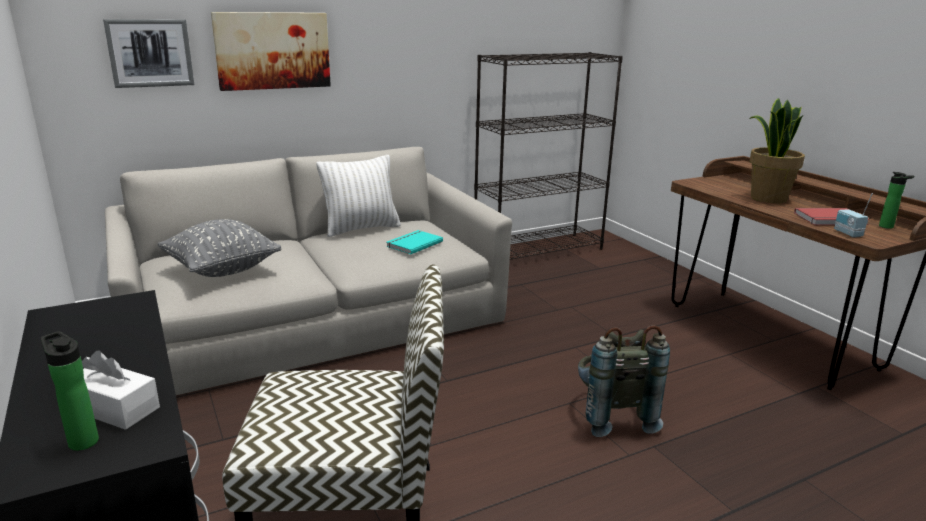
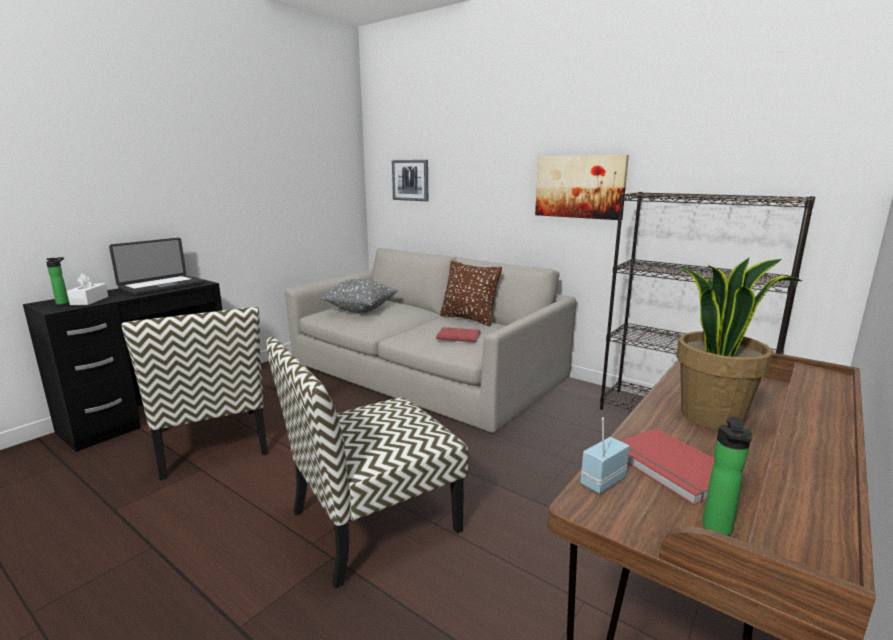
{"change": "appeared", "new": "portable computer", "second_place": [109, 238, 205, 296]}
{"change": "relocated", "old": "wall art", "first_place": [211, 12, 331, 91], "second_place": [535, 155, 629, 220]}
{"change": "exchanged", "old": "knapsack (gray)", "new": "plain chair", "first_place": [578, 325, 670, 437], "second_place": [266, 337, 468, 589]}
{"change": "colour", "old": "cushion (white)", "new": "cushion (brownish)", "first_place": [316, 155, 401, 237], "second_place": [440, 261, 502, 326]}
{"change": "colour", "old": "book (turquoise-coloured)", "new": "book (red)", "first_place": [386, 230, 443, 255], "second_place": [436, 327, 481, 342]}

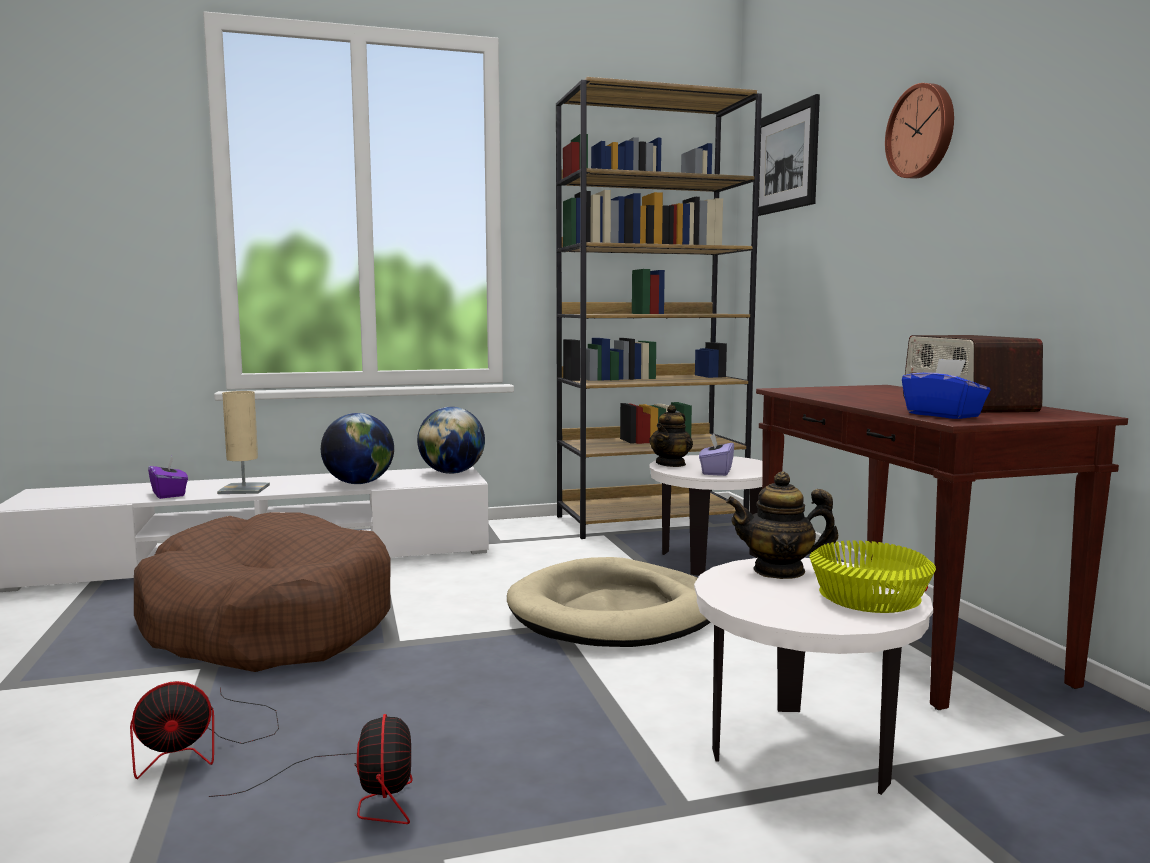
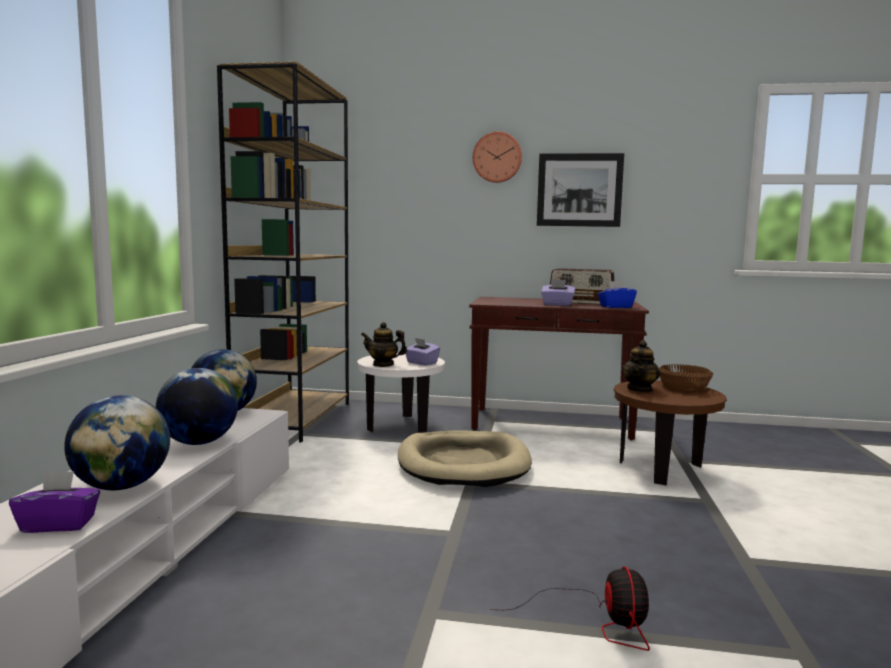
{"change": "missing", "old": "dog cushion (brownish)", "first_place": [134, 512, 391, 672]}
{"change": "missing", "old": "electric fan", "first_place": [209, 714, 413, 824]}
{"change": "appeared", "new": "tissue holder (purple-coloured)", "second_place": [541, 279, 575, 306]}
{"change": "relocated", "old": "wall art", "first_place": [758, 94, 820, 216], "second_place": [537, 153, 624, 227]}
{"change": "exchanged", "old": "lamp for a table (beige)", "new": "desk globe", "first_place": [217, 391, 270, 494], "second_place": [64, 395, 170, 490]}
{"change": "colour", "old": "side table (white)", "new": "side table (brownish)", "first_place": [694, 558, 933, 795], "second_place": [614, 380, 727, 485]}
{"change": "colour", "old": "bowl (yellow)", "new": "bowl (brownish)", "first_place": [809, 540, 936, 613], "second_place": [659, 364, 713, 392]}
{"change": "spun", "old": "teapot", "first_place": [649, 405, 693, 467], "second_place": [361, 322, 407, 367], "degrees": 135}

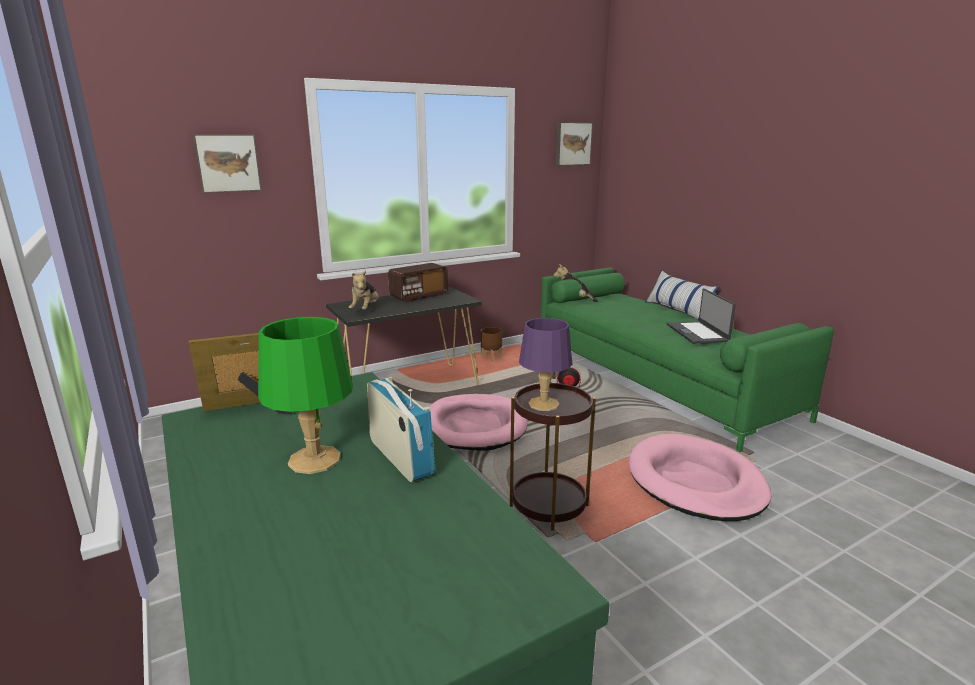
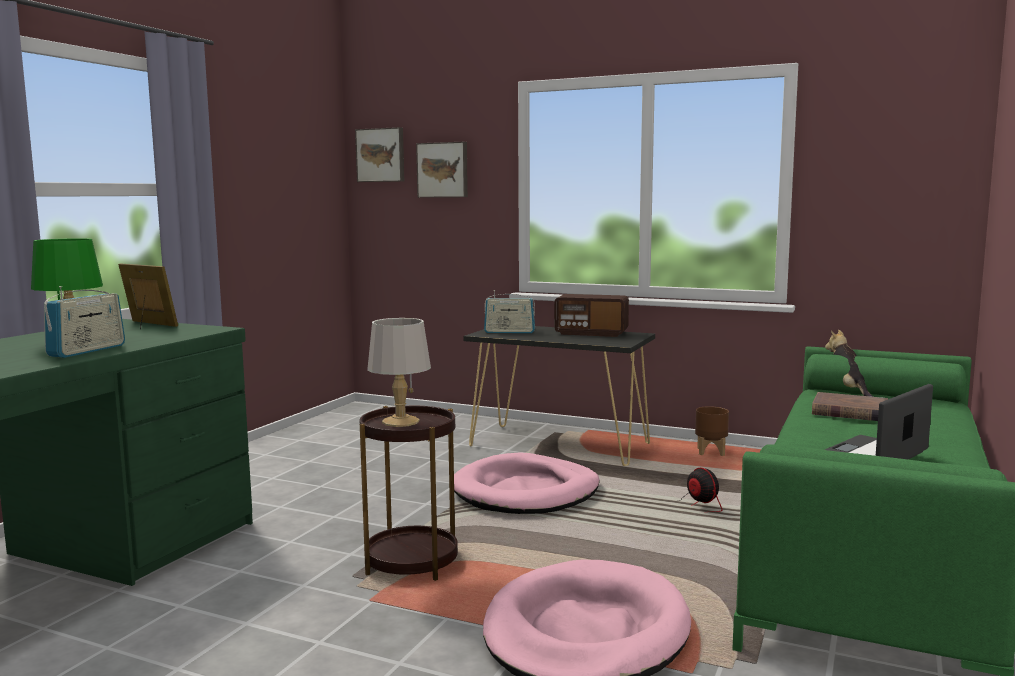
{"change": "missing", "old": "cushion", "first_place": [645, 270, 719, 320]}
{"change": "appeared", "new": "book (brownish)", "second_place": [812, 392, 888, 421]}
{"change": "relocated", "old": "wall art", "first_place": [556, 122, 593, 166], "second_place": [355, 127, 404, 182]}
{"change": "exchanged", "old": "plush toy", "new": "radio", "first_place": [349, 270, 379, 310], "second_place": [484, 290, 535, 333]}
{"change": "colour", "old": "lamp for a table (purple-coloured)", "new": "lamp for a table (gray)", "first_place": [519, 318, 573, 411], "second_place": [367, 318, 431, 427]}

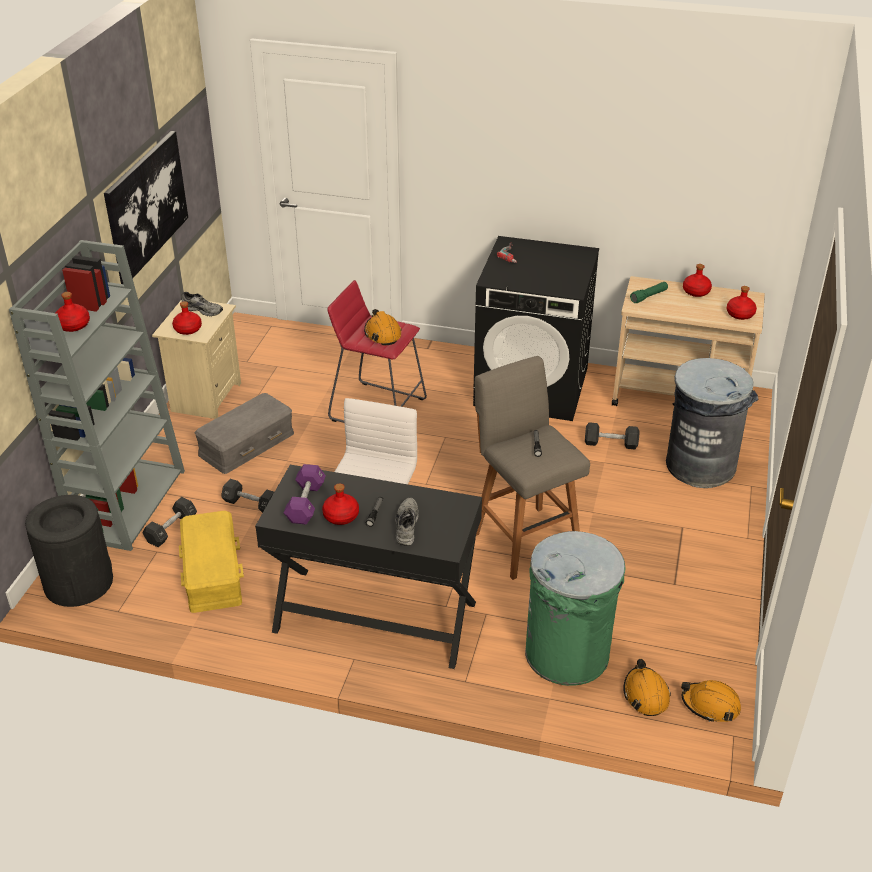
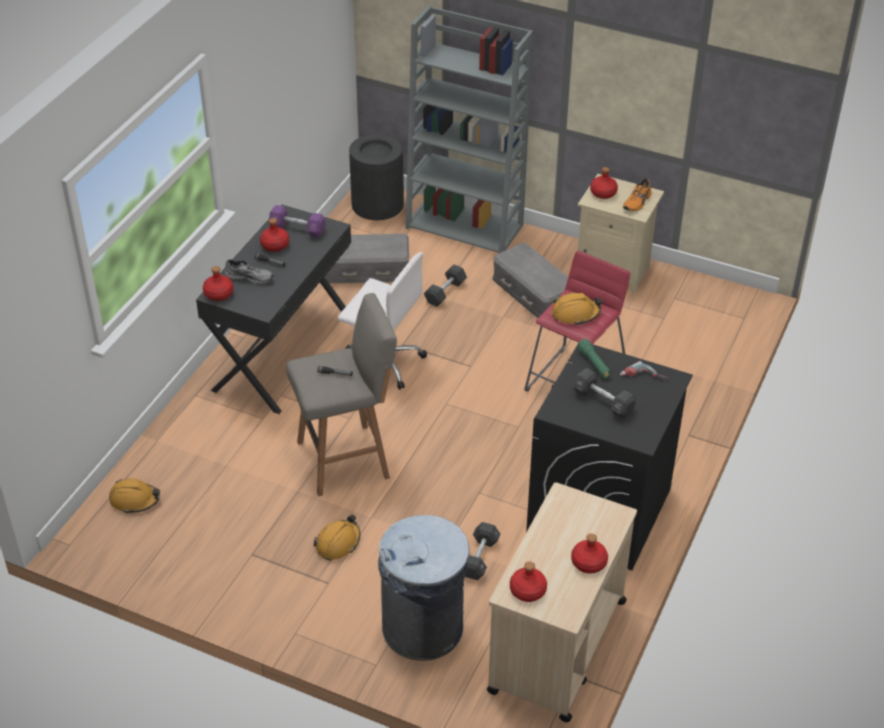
{"change": "missing", "old": "wall art", "first_place": [104, 131, 188, 284]}
{"change": "missing", "old": "waste bin (greenish)", "first_place": [525, 531, 625, 686]}
{"change": "relocated", "old": "drink bottle (red)", "first_place": [55, 292, 90, 332], "second_place": [203, 266, 234, 301]}
{"change": "relocated", "old": "dumbbell (black)", "first_place": [143, 497, 197, 548], "second_place": [573, 368, 636, 419]}
{"change": "relocated", "old": "torch (greenish)", "first_place": [630, 282, 668, 303], "second_place": [577, 339, 611, 378]}
{"change": "relocated", "old": "safety helmet (orange)", "first_place": [681, 680, 741, 722], "second_place": [314, 514, 360, 560]}
{"change": "colour", "old": "storage box (yellow)", "new": "storage box (gray)", "first_place": [179, 511, 244, 613], "second_place": [324, 234, 409, 283]}
{"change": "colour", "old": "low shoe (gray)", "new": "low shoe (orange)", "first_place": [182, 292, 223, 316], "second_place": [623, 178, 652, 211]}

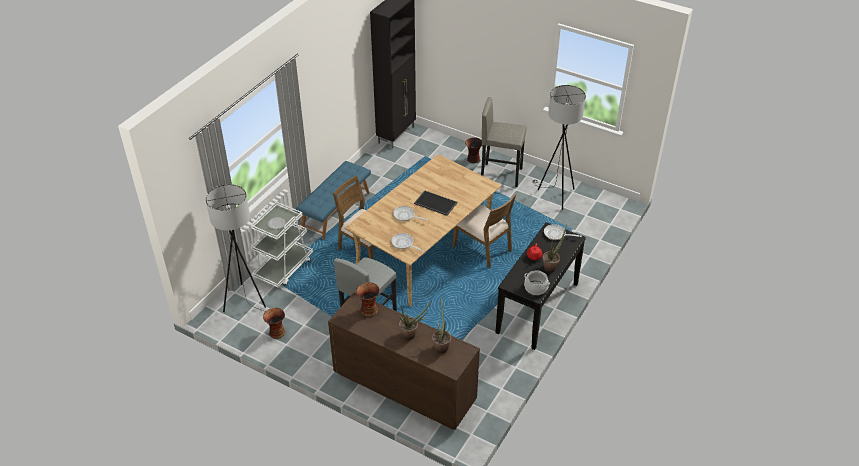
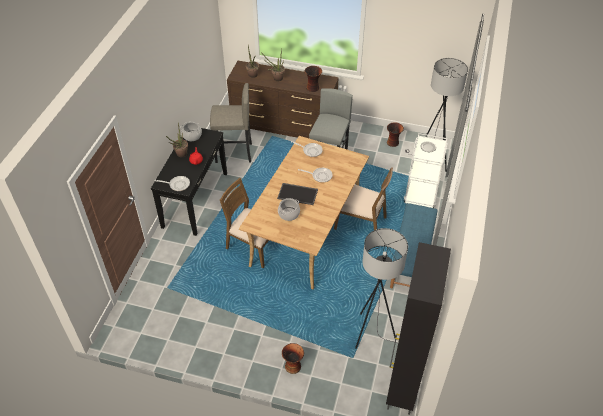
{"change": "appeared", "new": "cooking pot", "second_place": [278, 198, 300, 221]}
{"change": "relocated", "old": "sitting stool (gray)", "first_place": [481, 97, 526, 187], "second_place": [210, 83, 252, 163]}
{"change": "relocated", "old": "standing lamp (gray)", "first_place": [532, 85, 586, 210], "second_place": [355, 228, 408, 349]}

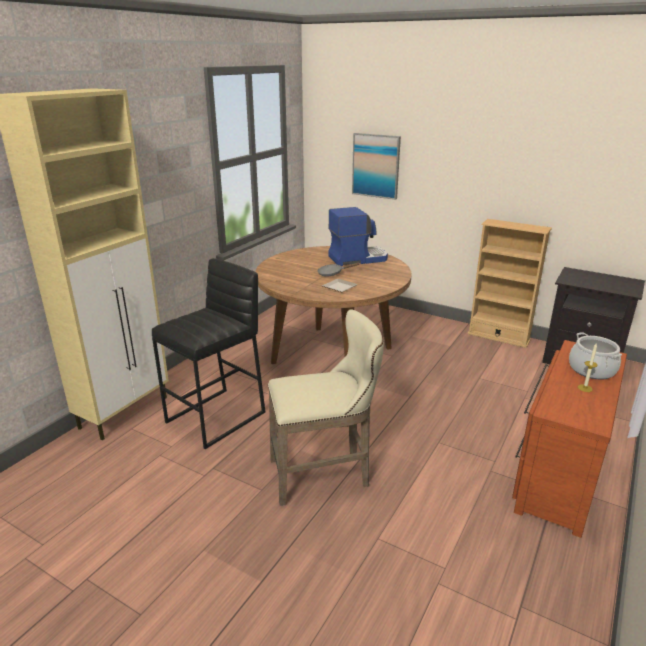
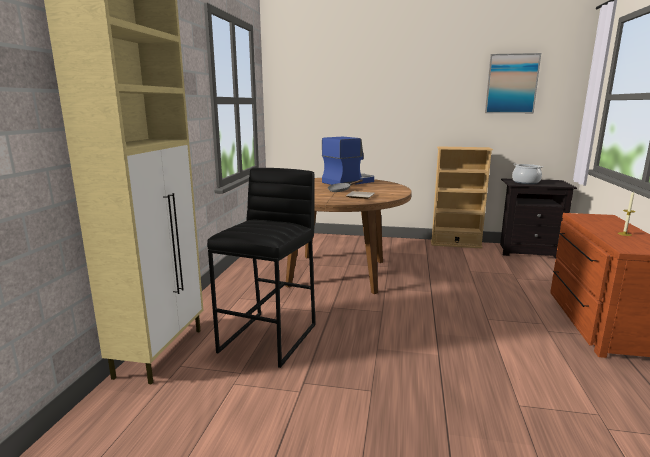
{"change": "missing", "old": "sitting stool (beige)", "first_place": [268, 309, 384, 506]}
{"change": "relocated", "old": "wall art", "first_place": [352, 133, 401, 200], "second_place": [485, 53, 541, 113]}
{"change": "relocated", "old": "cooking pot", "first_place": [569, 332, 622, 380], "second_place": [512, 163, 544, 184]}

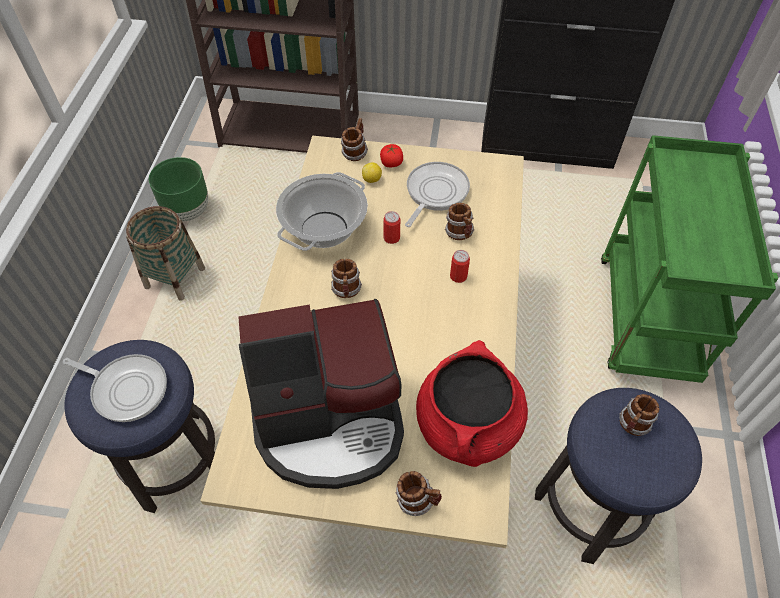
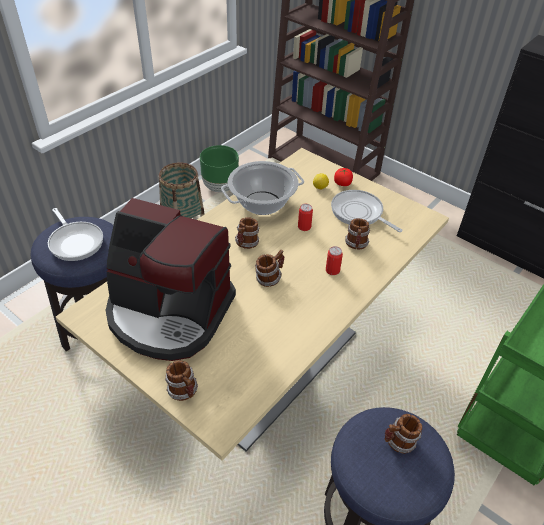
{"change": "missing", "old": "cooking pot (red)", "first_place": [416, 340, 528, 467]}
{"change": "relocated", "old": "mug", "first_place": [341, 118, 368, 161], "second_place": [255, 250, 284, 287]}
{"change": "spun", "old": "skillet", "first_place": [405, 162, 470, 227], "second_place": [331, 190, 402, 232], "degrees": -105}

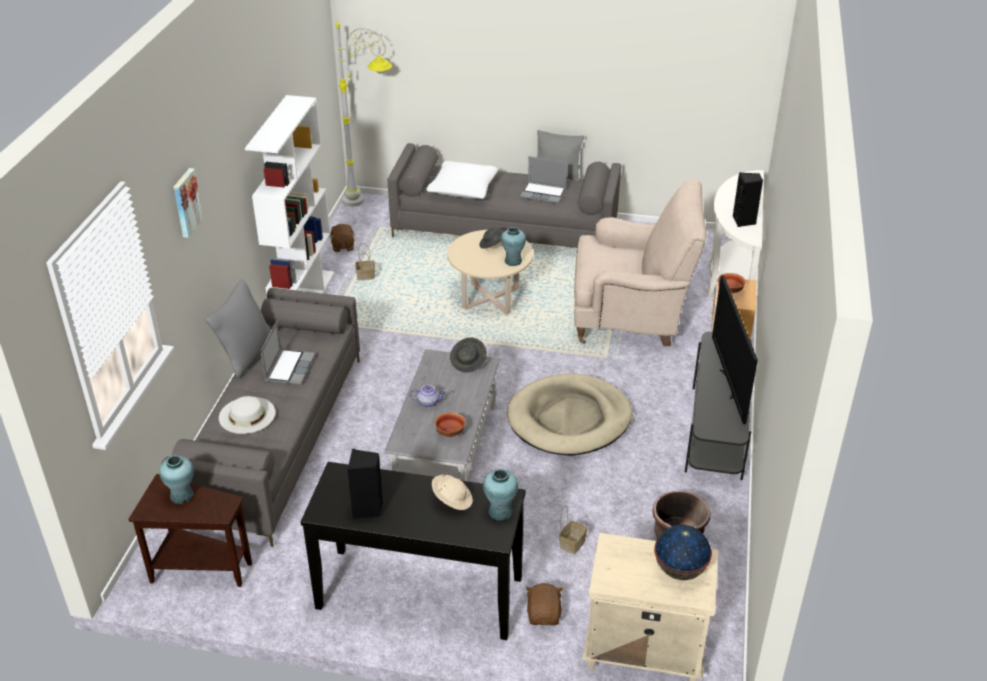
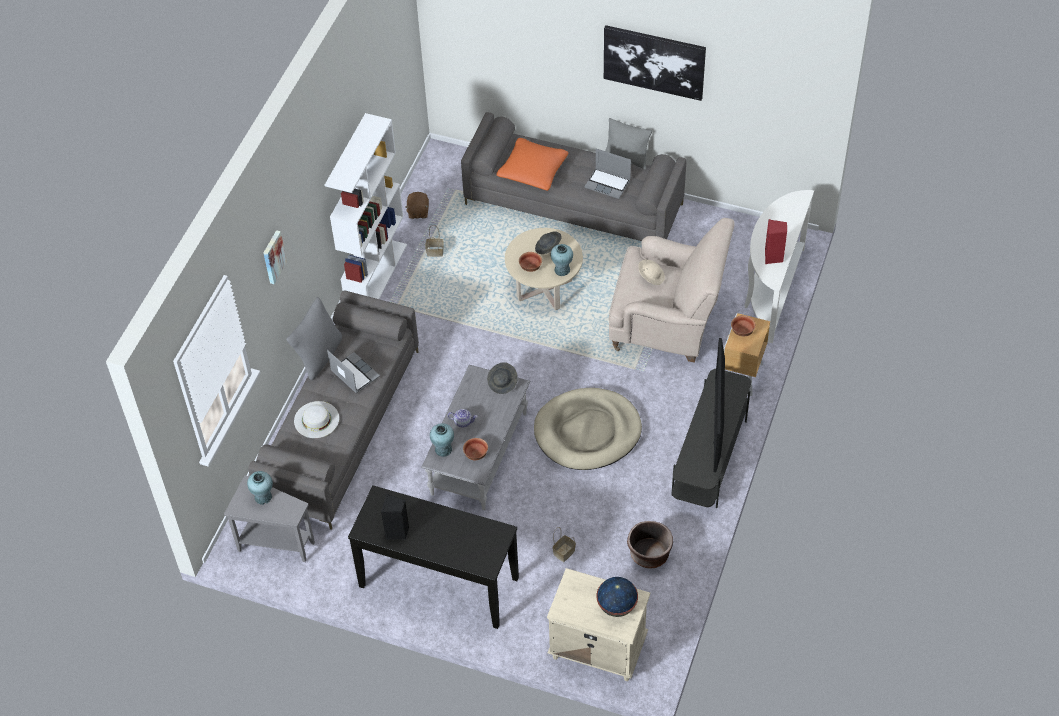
{"change": "missing", "old": "standing lamp (gray)", "first_place": [336, 19, 392, 207]}
{"change": "missing", "old": "plush toy (brownish)", "first_place": [526, 583, 563, 625]}
{"change": "appeared", "new": "bowl", "second_place": [519, 252, 542, 272]}
{"change": "appeared", "new": "wall art", "second_place": [604, 25, 706, 101]}
{"change": "relocated", "old": "wearable hat (beige)", "first_place": [432, 475, 473, 510], "second_place": [638, 259, 665, 285]}
{"change": "relocated", "old": "flower vase (turquoise-coloured)", "first_place": [483, 469, 518, 520], "second_place": [430, 423, 454, 457]}
{"change": "colour", "old": "side table (brownish)", "new": "side table (gray)", "first_place": [128, 474, 252, 587], "second_place": [224, 475, 315, 562]}
{"change": "colour", "old": "cushion (white)", "new": "cushion (orange)", "first_place": [426, 161, 498, 199], "second_place": [497, 138, 568, 191]}
{"change": "colour", "old": "audio speaker (black)", "new": "audio speaker (red)", "first_place": [733, 172, 763, 227], "second_place": [765, 219, 787, 264]}
{"change": "spun", "old": "portable computer", "first_place": [261, 321, 315, 385], "second_place": [327, 350, 380, 393], "degrees": -60}

